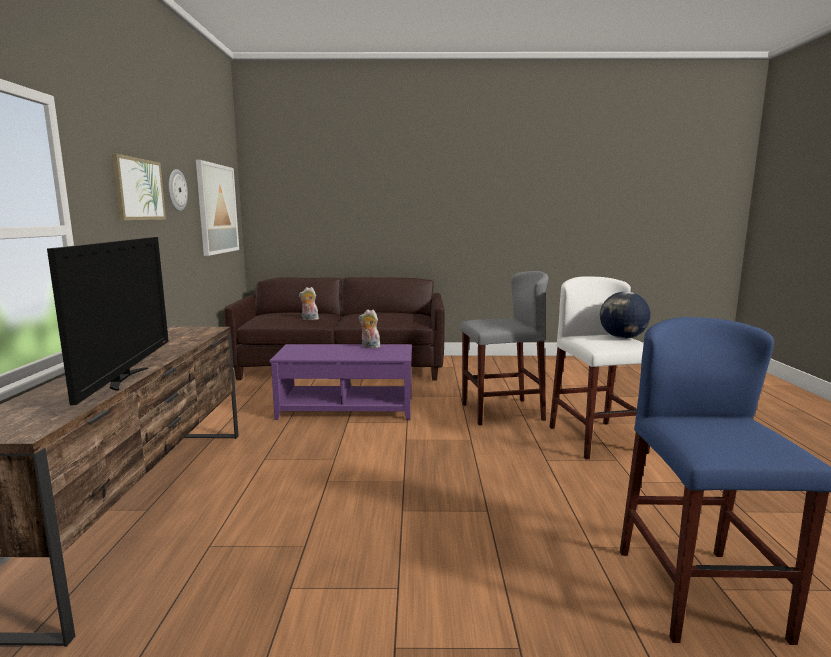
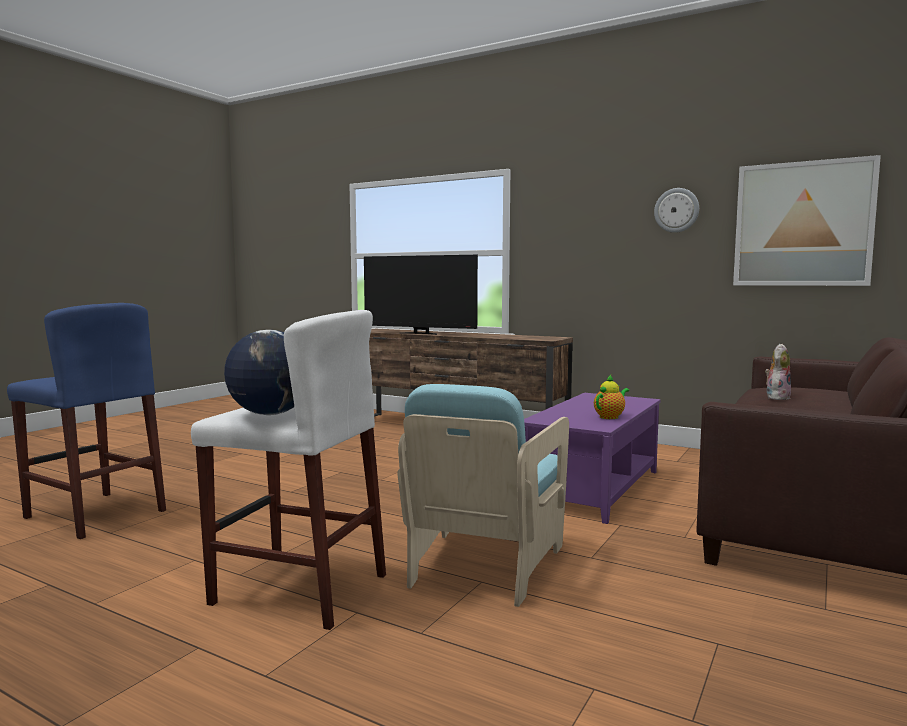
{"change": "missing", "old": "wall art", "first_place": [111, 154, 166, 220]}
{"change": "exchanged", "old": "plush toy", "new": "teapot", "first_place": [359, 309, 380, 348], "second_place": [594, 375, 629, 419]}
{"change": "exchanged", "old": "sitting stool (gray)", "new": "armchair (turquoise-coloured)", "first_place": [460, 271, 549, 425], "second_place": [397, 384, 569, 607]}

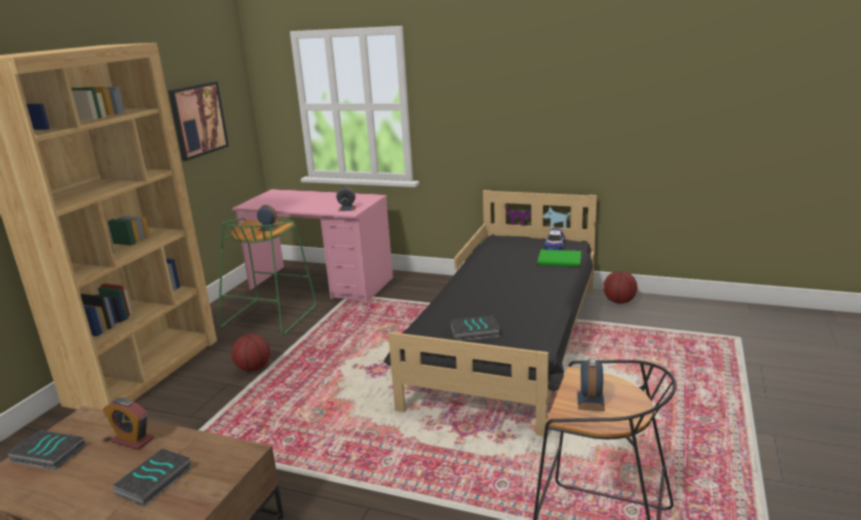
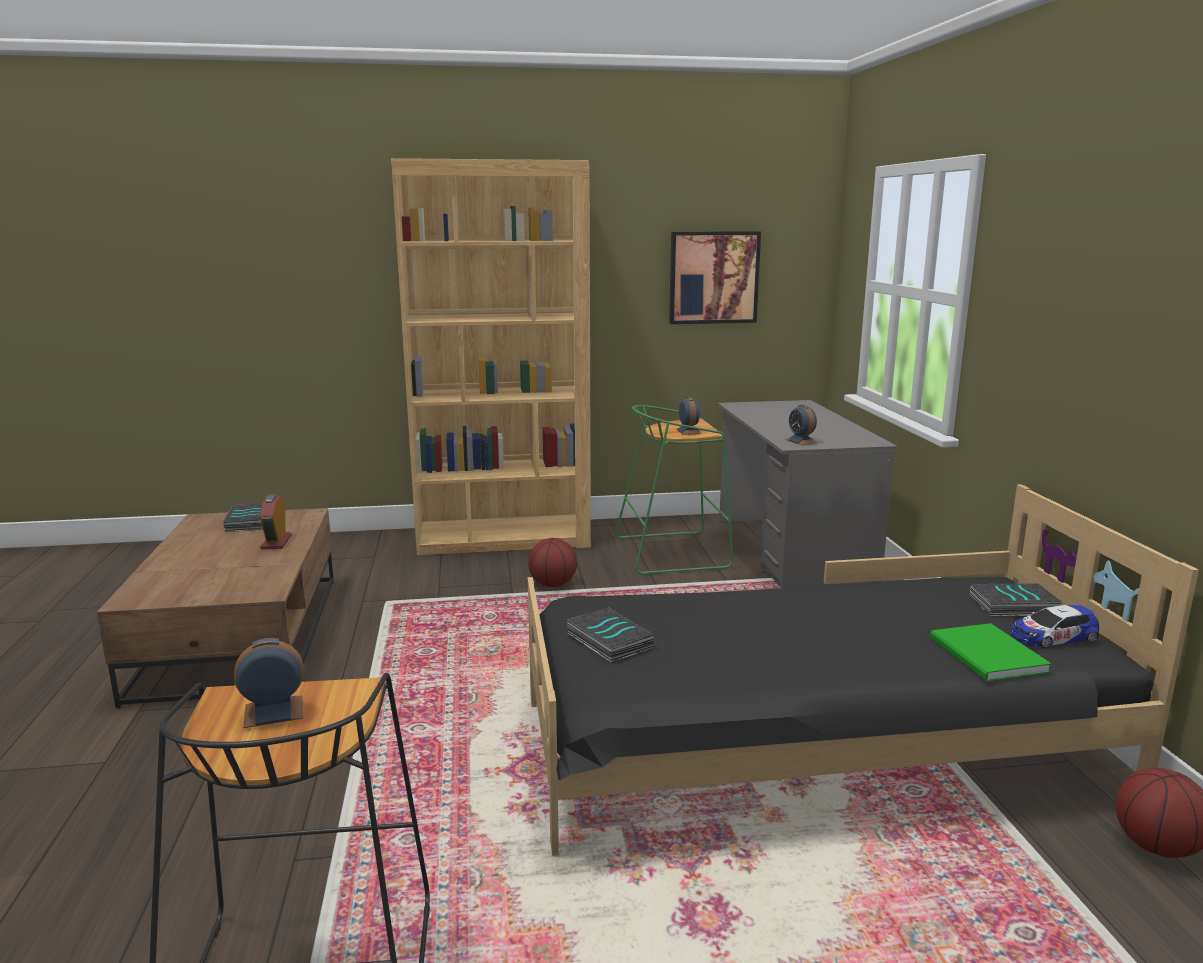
{"change": "relocated", "old": "book", "first_place": [113, 448, 192, 507], "second_place": [969, 583, 1063, 616]}
{"change": "colour", "old": "desk table (pinkish)", "new": "desk table (gray)", "first_place": [232, 189, 393, 303], "second_place": [718, 400, 898, 588]}

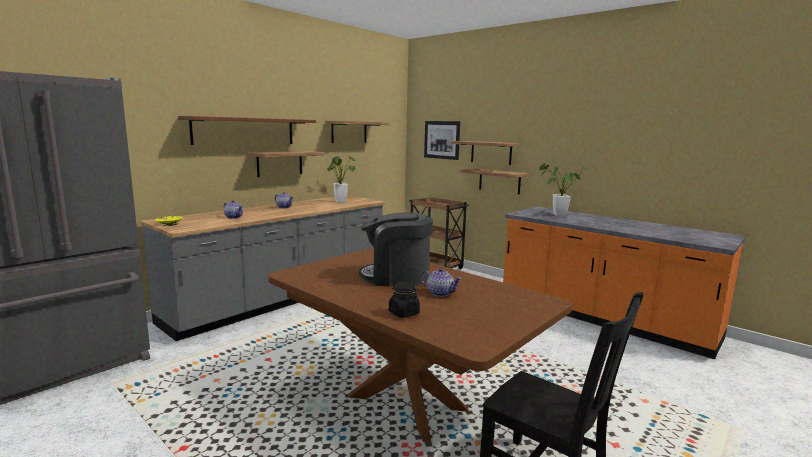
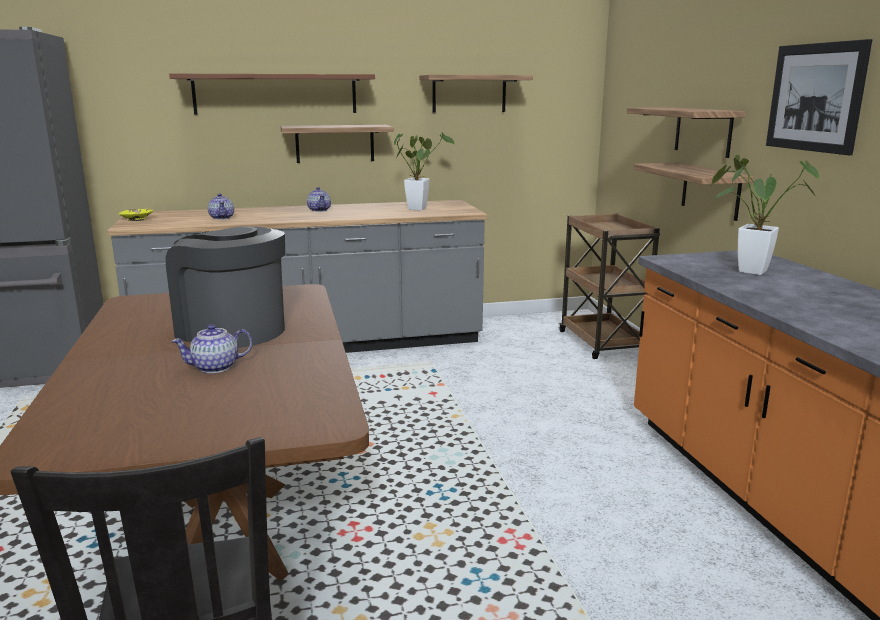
{"change": "missing", "old": "storage jar (black)", "first_place": [389, 282, 420, 318]}
{"change": "relocated", "old": "wall art", "first_place": [424, 121, 460, 160], "second_place": [766, 39, 872, 155]}
{"change": "spun", "old": "teapot", "first_place": [420, 268, 462, 297], "second_place": [171, 324, 253, 373], "degrees": 90}

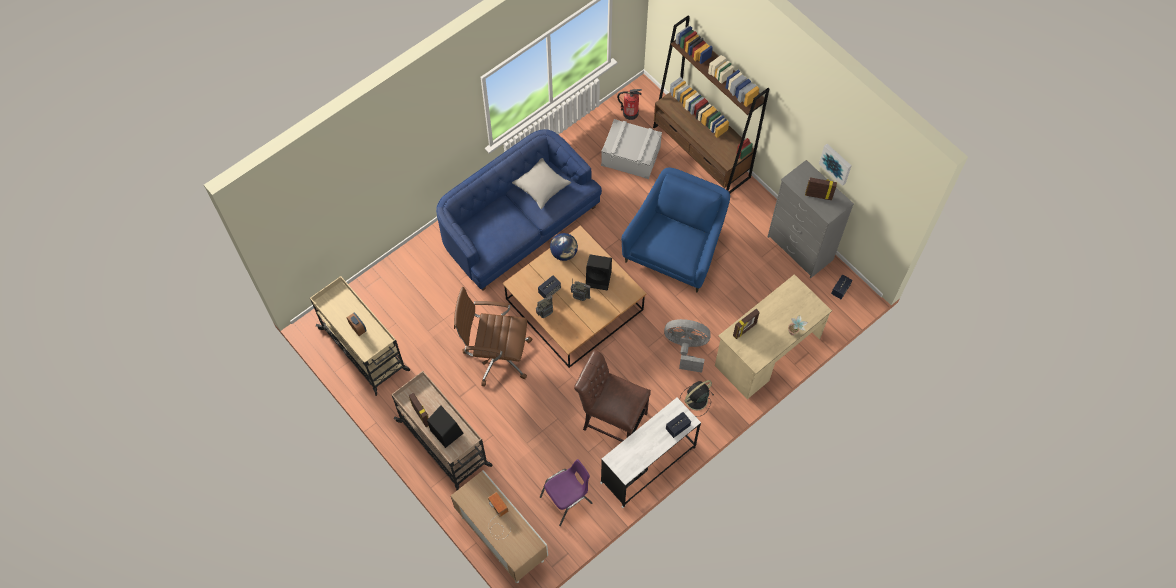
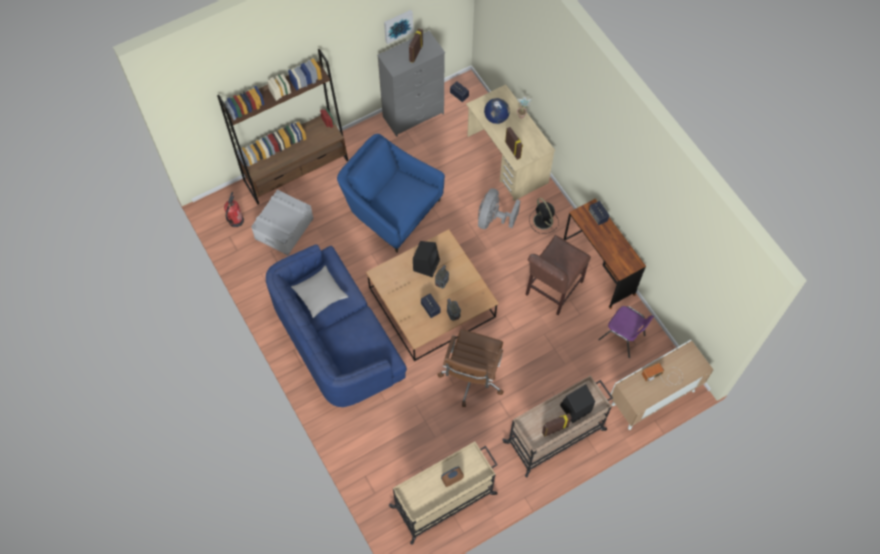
{"change": "relocated", "old": "desk globe", "first_place": [550, 233, 578, 261], "second_place": [484, 98, 510, 124]}
{"change": "colour", "old": "desk table (white)", "new": "desk table (brownish)", "first_place": [600, 398, 701, 508], "second_place": [564, 199, 646, 309]}
{"change": "spun", "old": "plain chair (purple-coloured)", "first_place": [540, 459, 592, 526], "second_place": [598, 306, 654, 358], "degrees": 150}

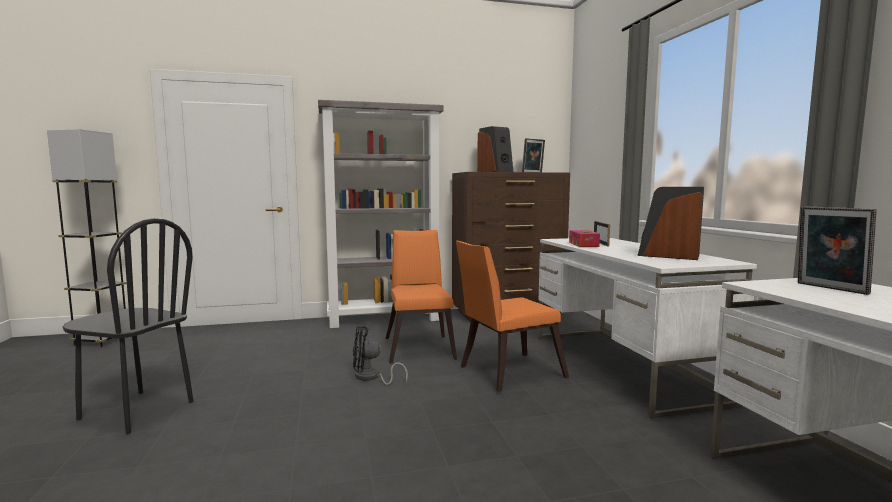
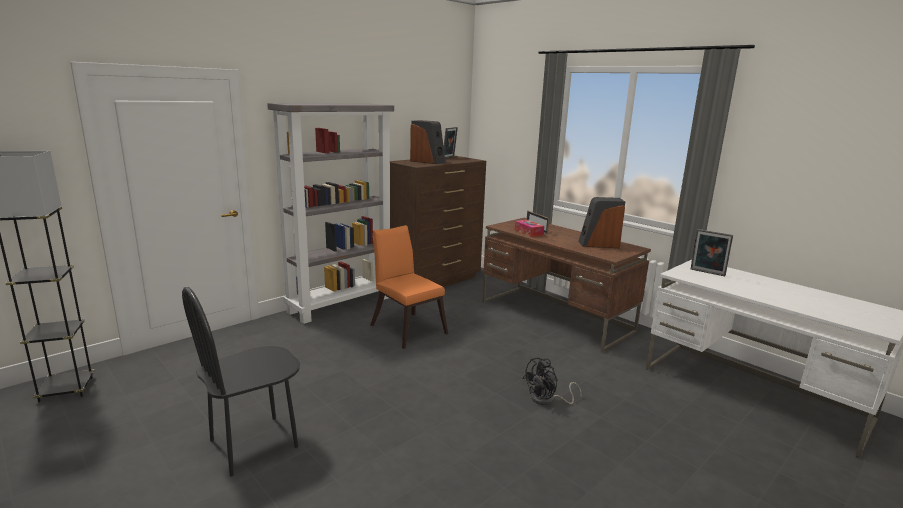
{"change": "missing", "old": "plain chair (orange)", "first_place": [456, 241, 569, 392]}
{"change": "relocated", "old": "electric fan (black)", "first_place": [353, 327, 408, 385], "second_place": [523, 357, 582, 405]}
{"change": "colour", "old": "desk table (white)", "new": "desk table (brownish)", "first_place": [538, 238, 757, 418], "second_place": [482, 218, 651, 352]}
{"change": "spun", "old": "plain chair (black)", "first_place": [63, 218, 193, 434], "second_place": [182, 287, 300, 476], "degrees": 150}

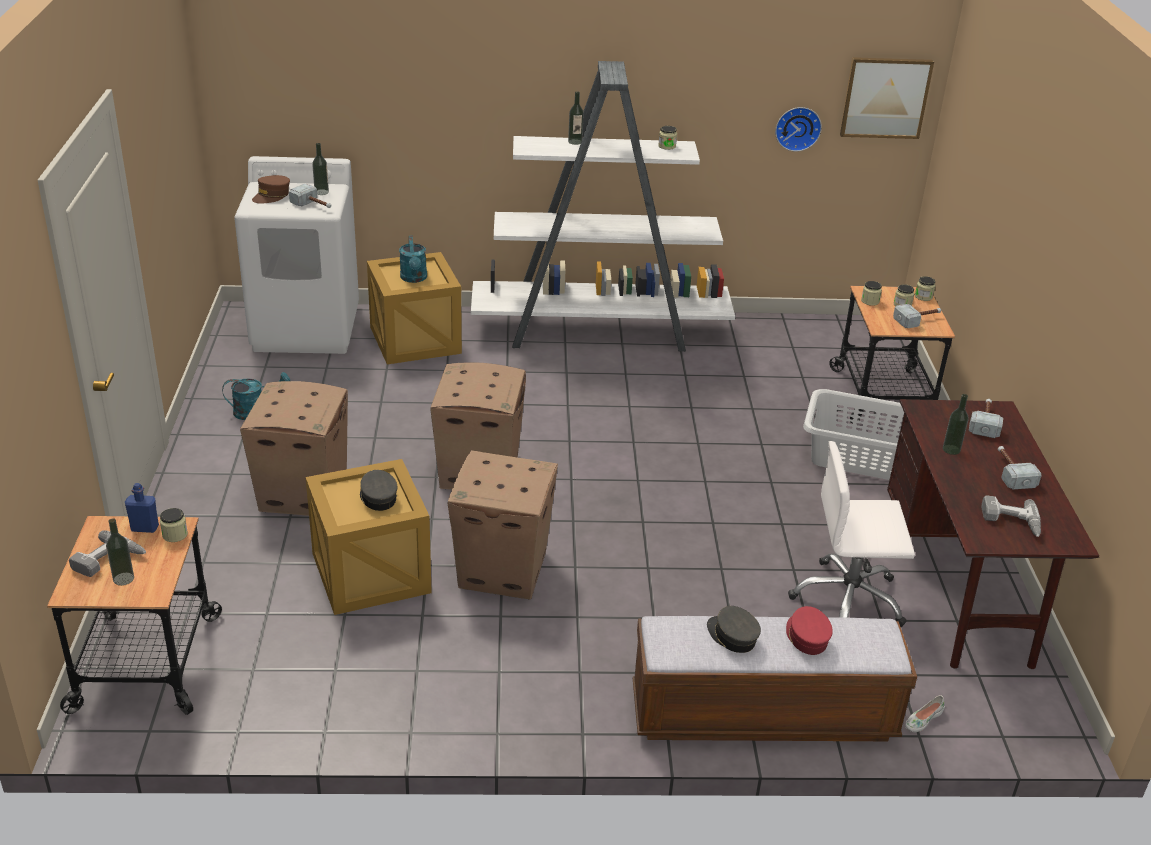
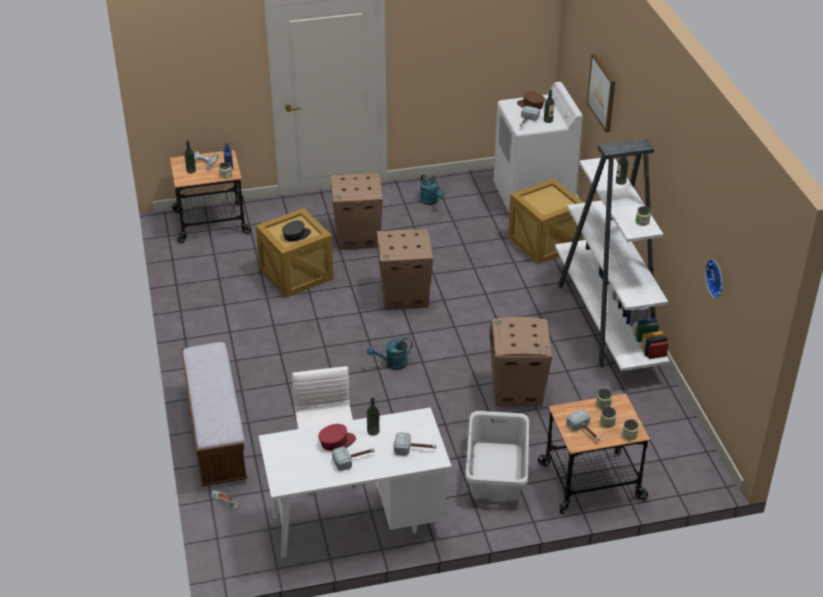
{"change": "missing", "old": "peaked cap (gray)", "first_place": [707, 606, 761, 653]}
{"change": "missing", "old": "drill", "first_place": [981, 495, 1041, 537]}
{"change": "relocated", "old": "sprinkling can (turquoise-coloured)", "first_place": [399, 236, 427, 283], "second_place": [367, 337, 413, 370]}
{"change": "relocated", "old": "carton", "first_place": [447, 450, 558, 599], "second_place": [489, 317, 552, 406]}
{"change": "relocated", "old": "peaked cap (red)", "first_place": [786, 606, 833, 655], "second_place": [318, 424, 356, 451]}
{"change": "relocated", "old": "wall art", "first_place": [840, 57, 934, 139], "second_place": [587, 53, 615, 132]}
{"change": "colour", "old": "desk table (brownish)", "new": "desk table (white)", "first_place": [887, 399, 1099, 669], "second_place": [258, 407, 452, 558]}

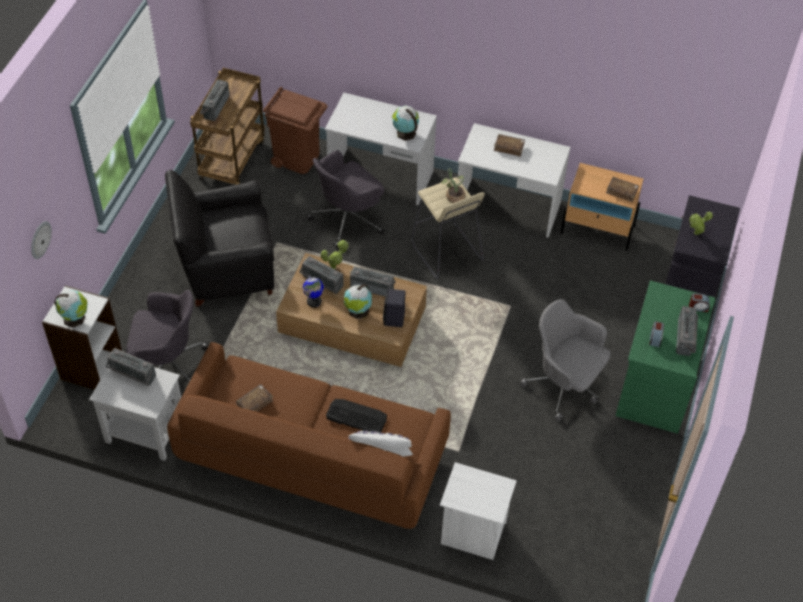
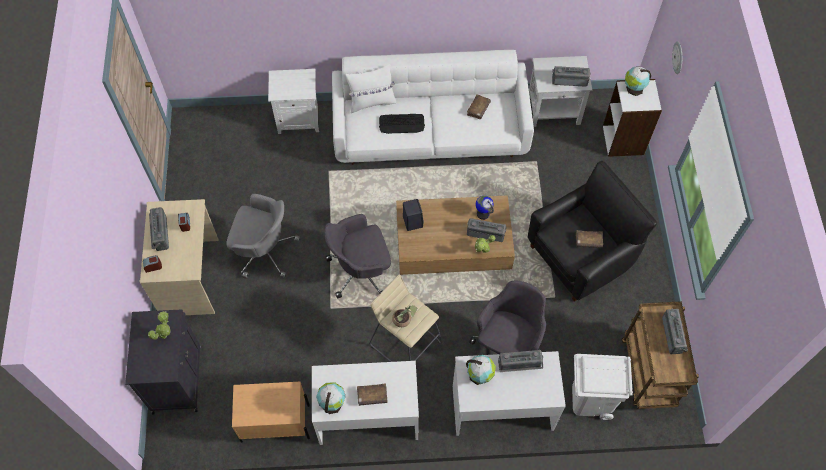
{"change": "relocated", "old": "desk chair (gray)", "first_place": [126, 290, 209, 382], "second_place": [324, 214, 391, 298]}
{"change": "relocated", "old": "desk globe", "first_place": [344, 284, 372, 319], "second_place": [316, 382, 346, 414]}
{"change": "relocated", "old": "radio", "first_place": [350, 267, 396, 296], "second_place": [498, 350, 543, 372]}
{"change": "relocated", "old": "book (brownish)", "first_place": [606, 177, 639, 202], "second_place": [576, 230, 603, 248]}
{"change": "colour", "old": "sofa (brownish)", "new": "sofa (white)", "first_place": [167, 342, 451, 529], "second_place": [332, 50, 534, 165]}
{"change": "colour", "old": "waste bin (brownish)", "new": "waste bin (white)", "first_place": [263, 87, 328, 174], "second_place": [572, 354, 633, 420]}
{"change": "colour", "old": "desk table (greenish)", "new": "desk table (beige)", "first_place": [615, 280, 715, 434], "second_place": [139, 199, 219, 315]}

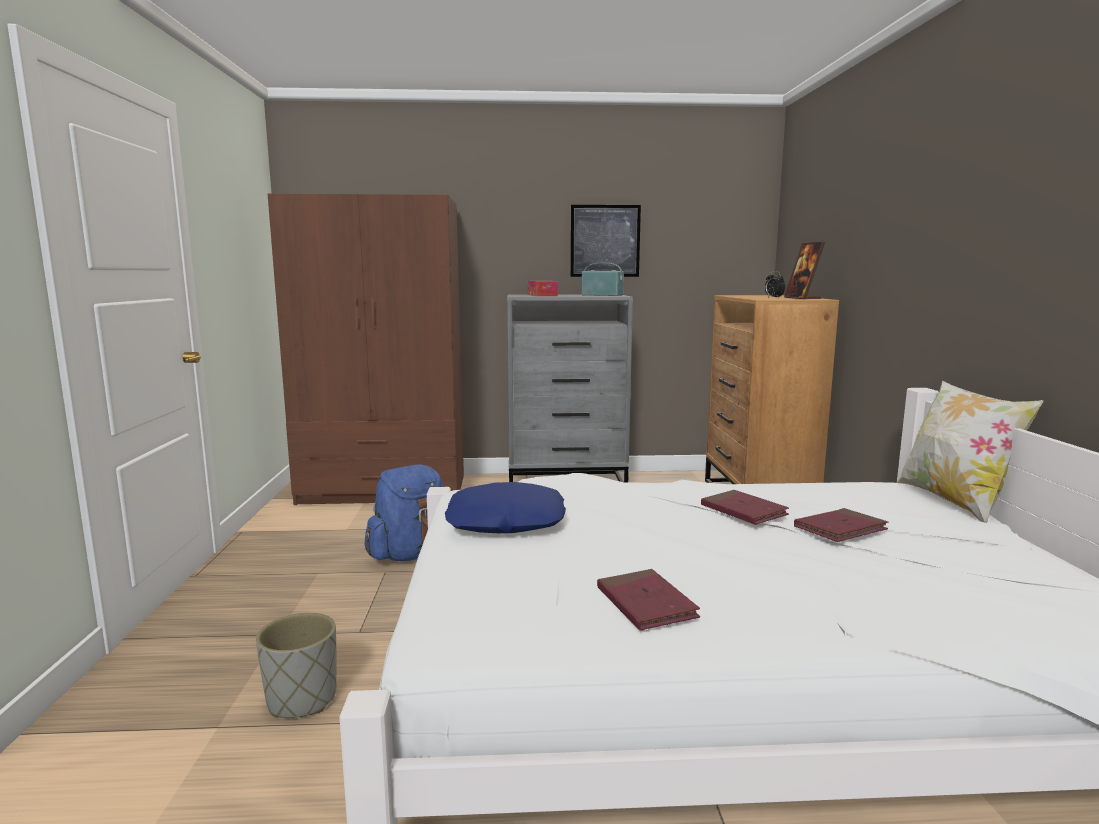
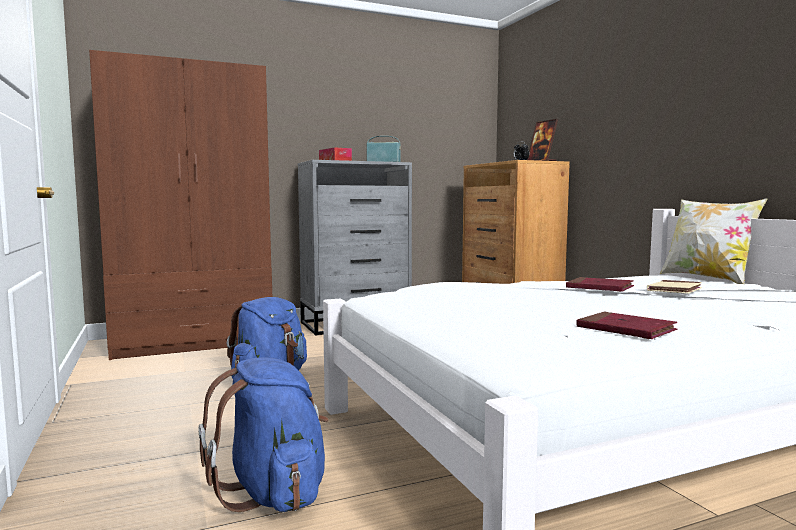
{"change": "missing", "old": "cushion (bluish)", "first_place": [445, 482, 566, 534]}
{"change": "missing", "old": "wall art", "first_place": [570, 205, 641, 277]}
{"change": "exchanged", "old": "plant pot (gray)", "new": "knapsack (bluish)", "first_place": [256, 613, 336, 718], "second_place": [198, 357, 328, 512]}
{"change": "colour", "old": "book (red)", "new": "book (beige)", "first_place": [794, 508, 888, 542], "second_place": [647, 280, 702, 294]}

